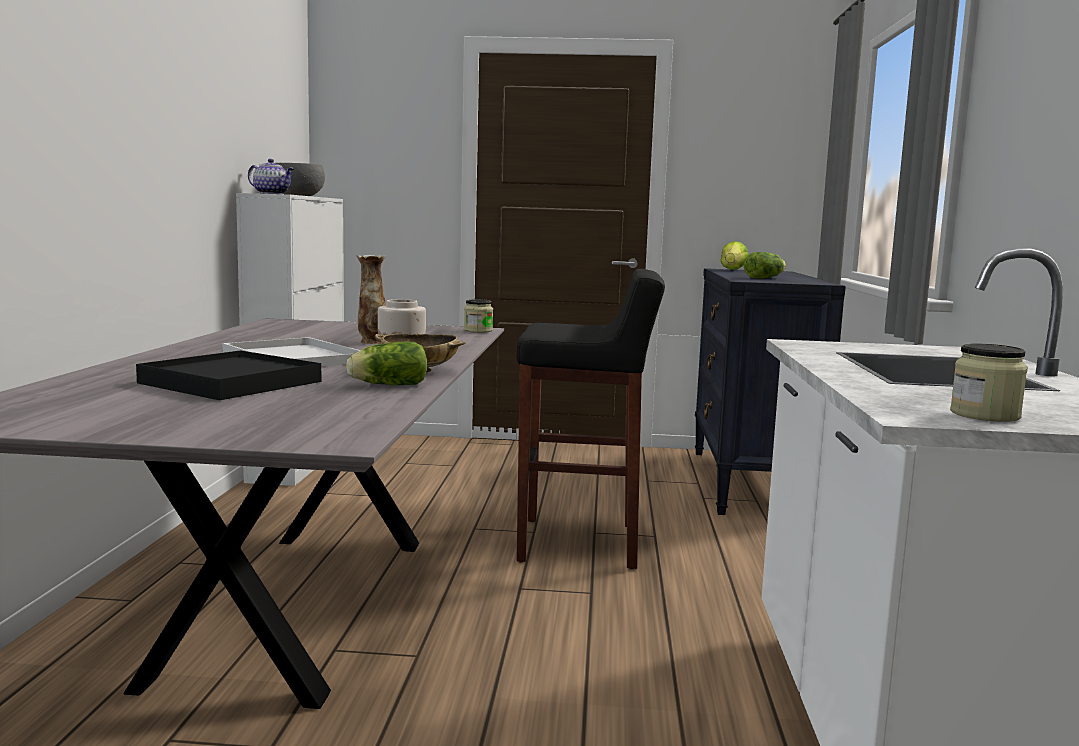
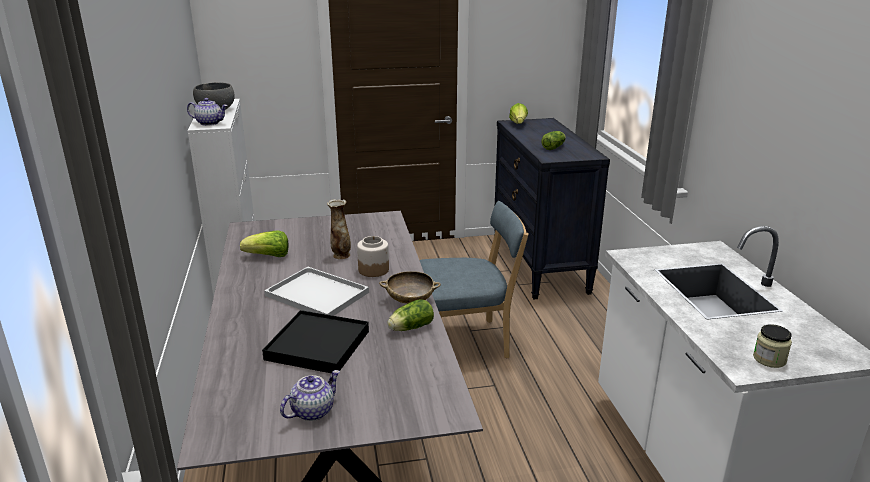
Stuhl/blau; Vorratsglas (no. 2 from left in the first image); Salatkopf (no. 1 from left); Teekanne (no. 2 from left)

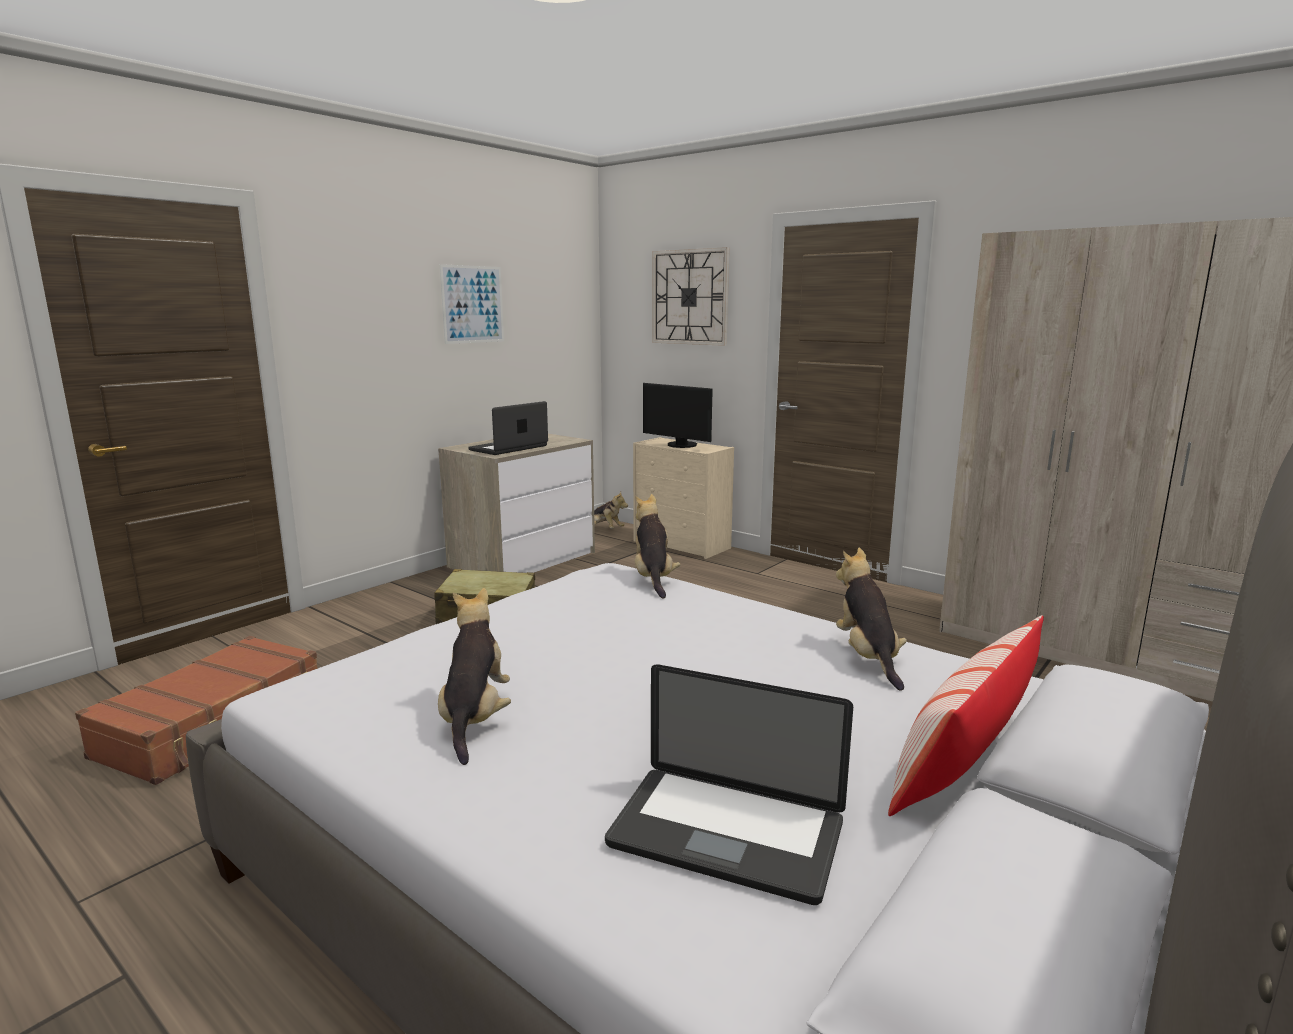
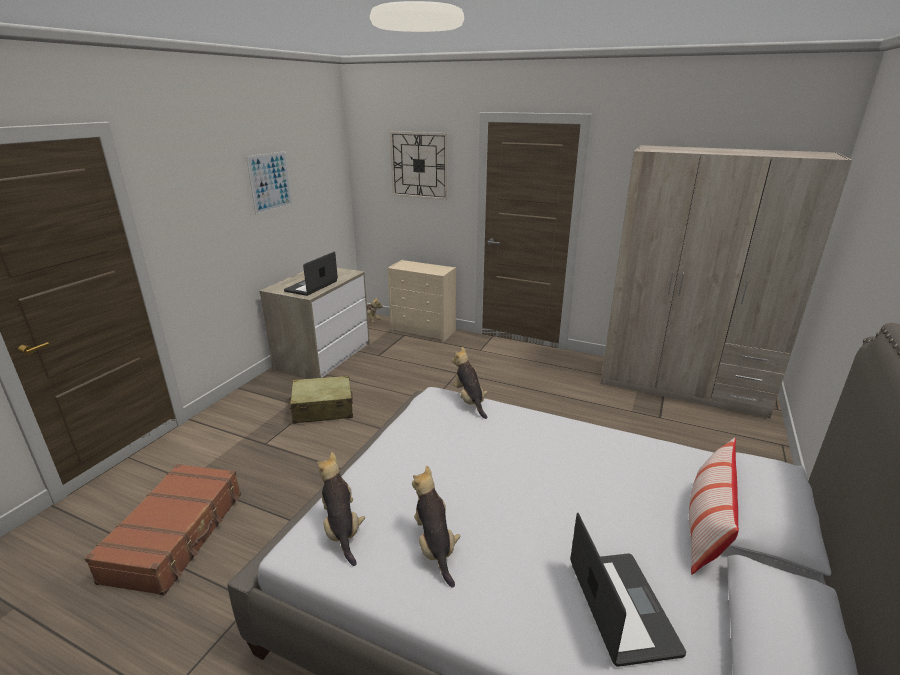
Monitor; Plüschtier (no. 1 from left); Laptop (no. 2 from left)

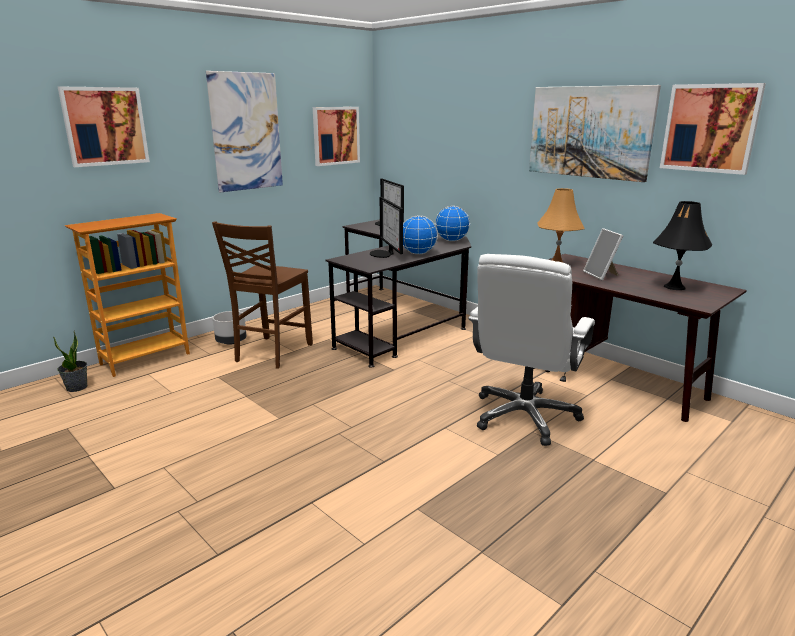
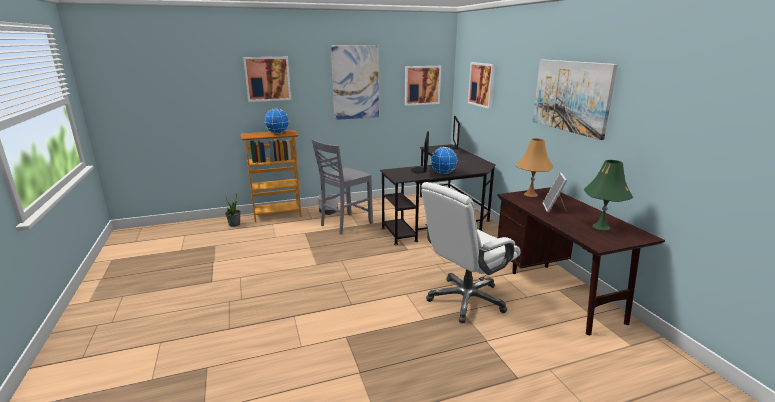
Bild (no. 4 from left); Tischlampe/grün; Globus (no. 1 from left); Stuhl/grau

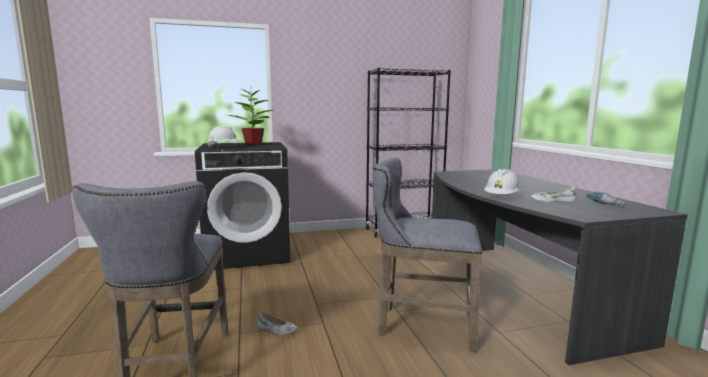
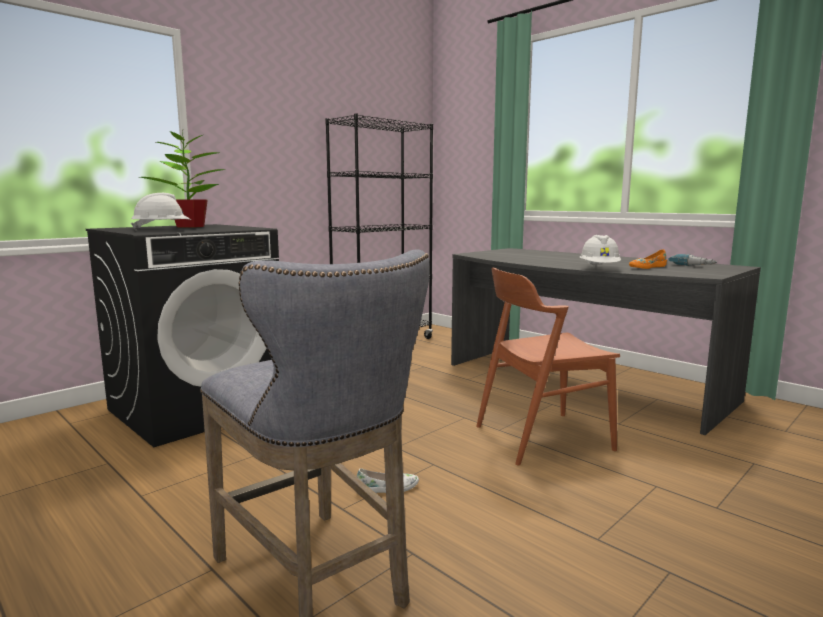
Stuhl/braun; Schuh/orange

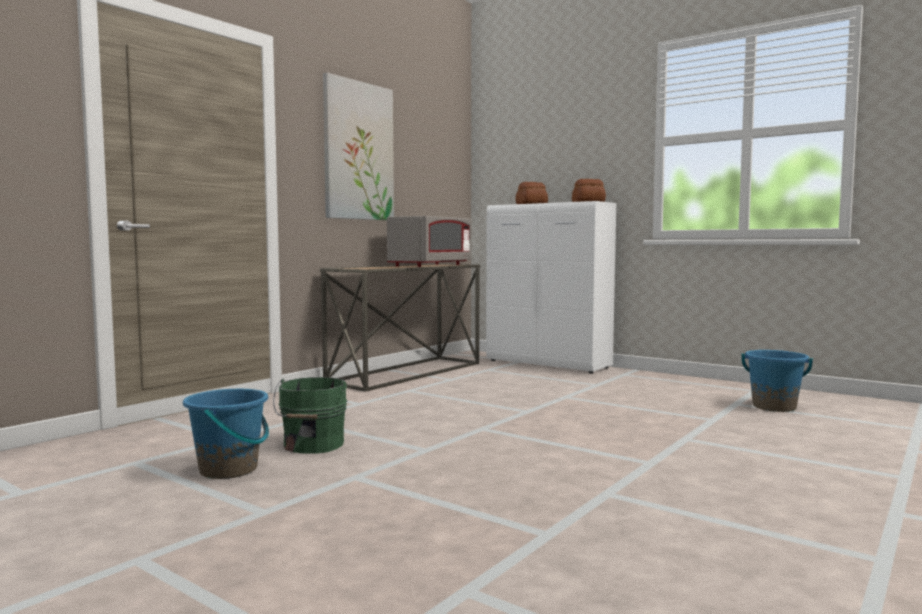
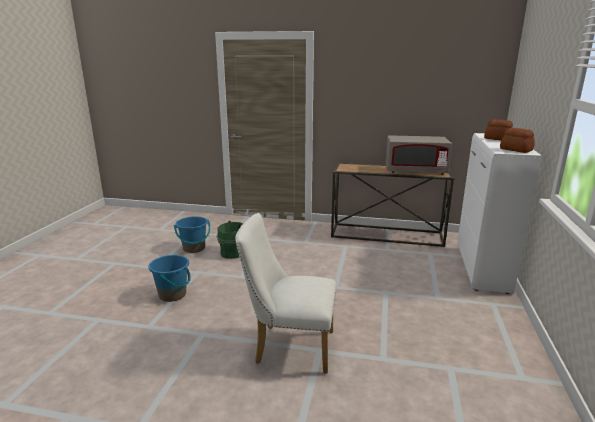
Bild; Eimer/blau (no. 1 from left); Stuhl/weiß

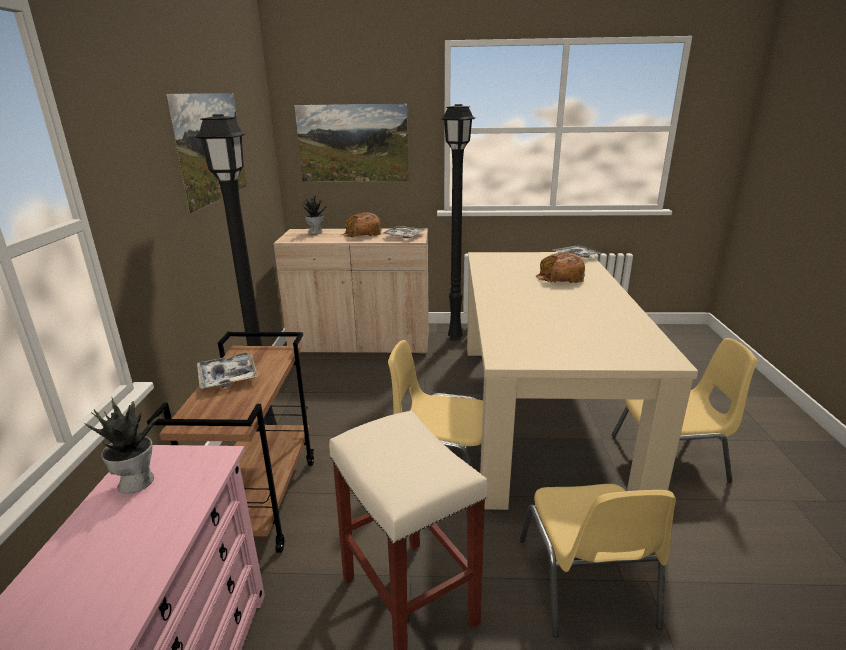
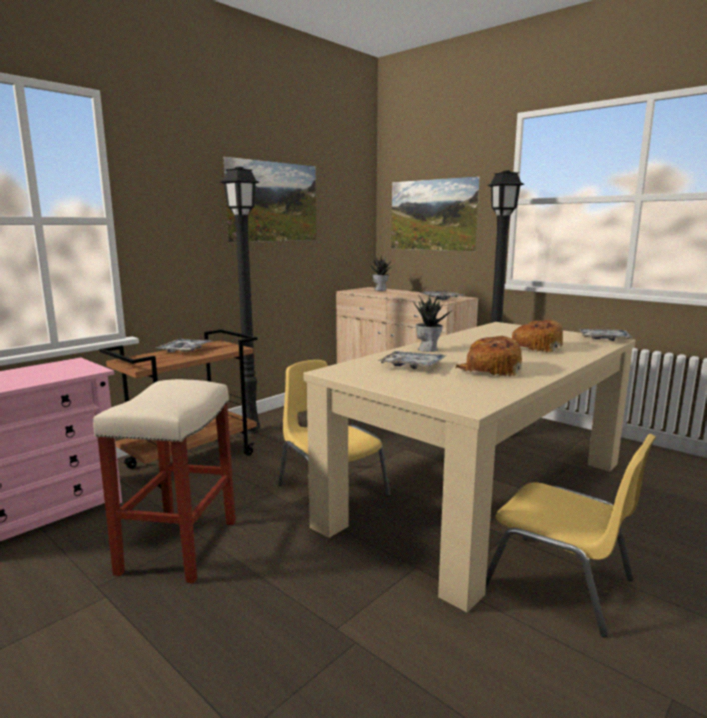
Brot (no. 1 from left); Topfpflanze (no. 2 from left); Stuhl/gelb (no. 2 from left in the first image); Tablett (no. 2 from left)

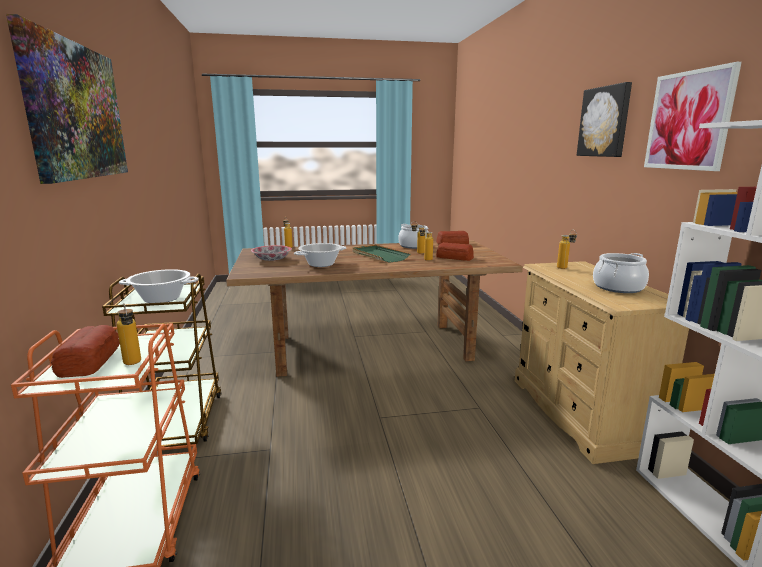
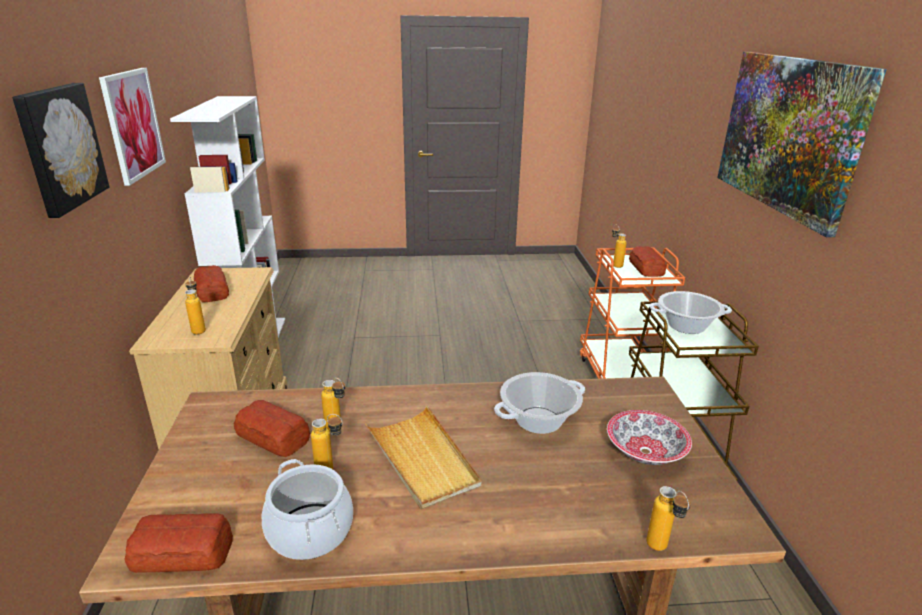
Tablett/beige; Brot (no. 2 from left)

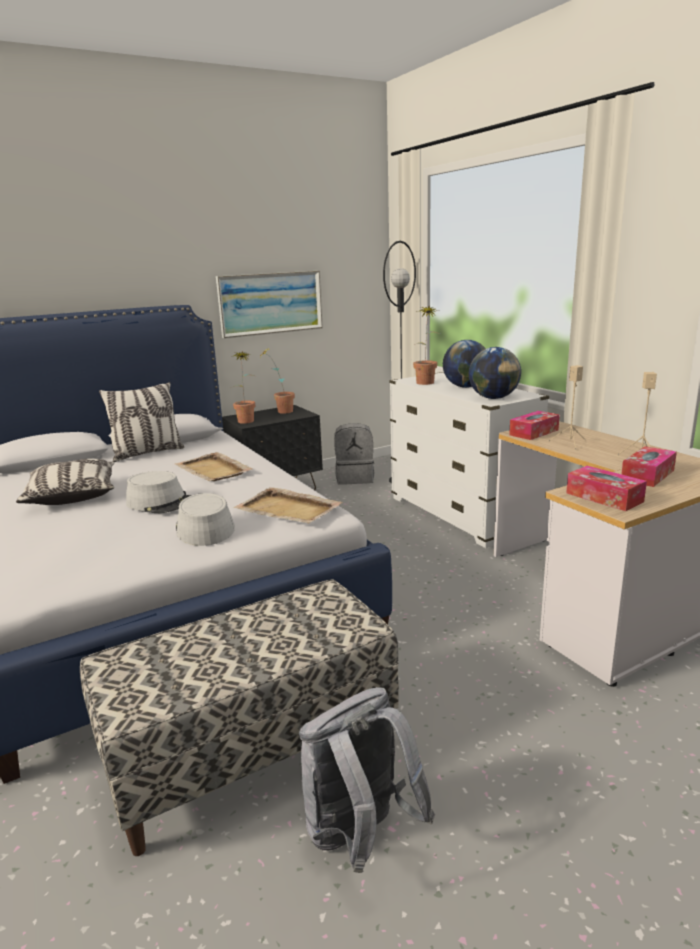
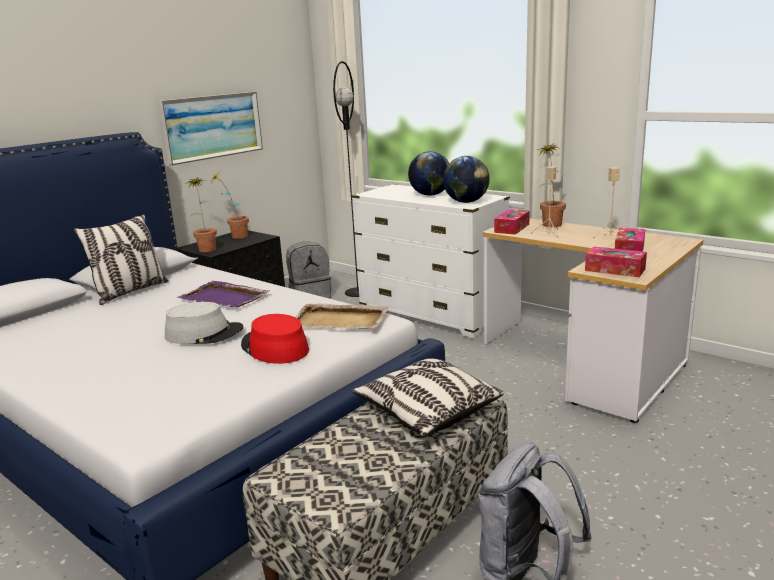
Topfpflanze (no. 3 from left); Tablett/lila; Kissen (no. 2 from left); Hut/rot

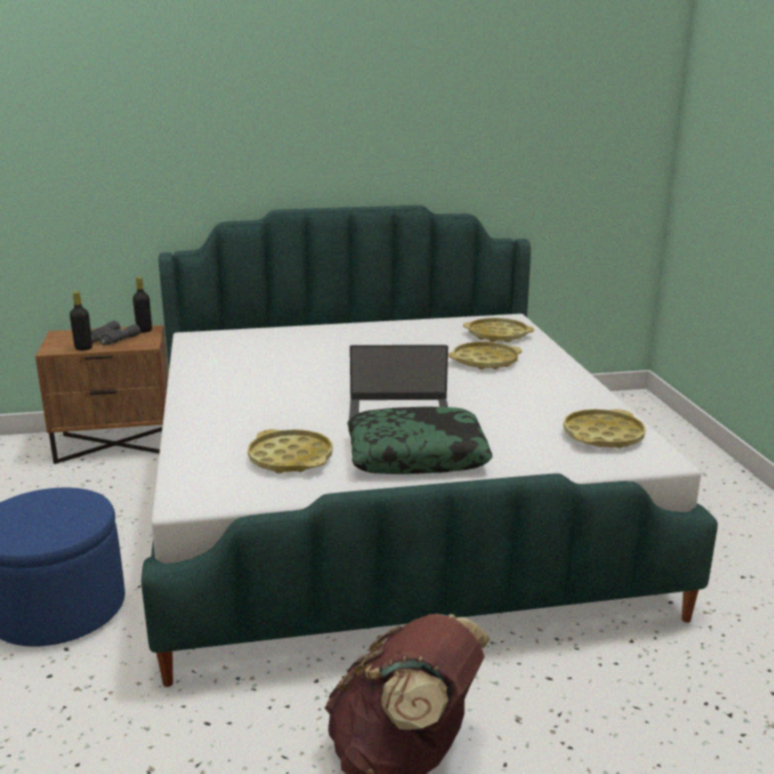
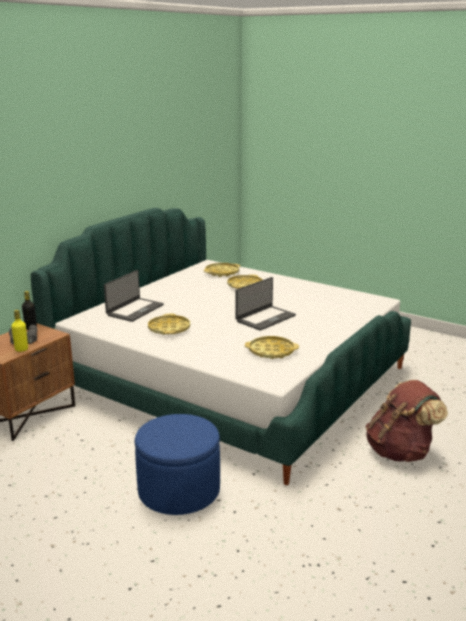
Flasche/gelb; Kissen; Tablett/gelb (no. 1 from left); Laptop (no. 1 from left)

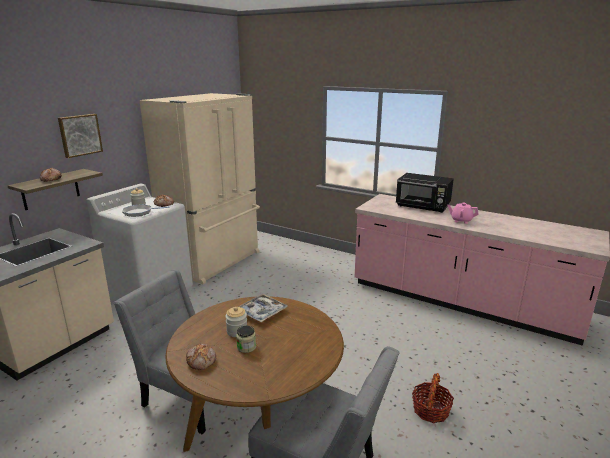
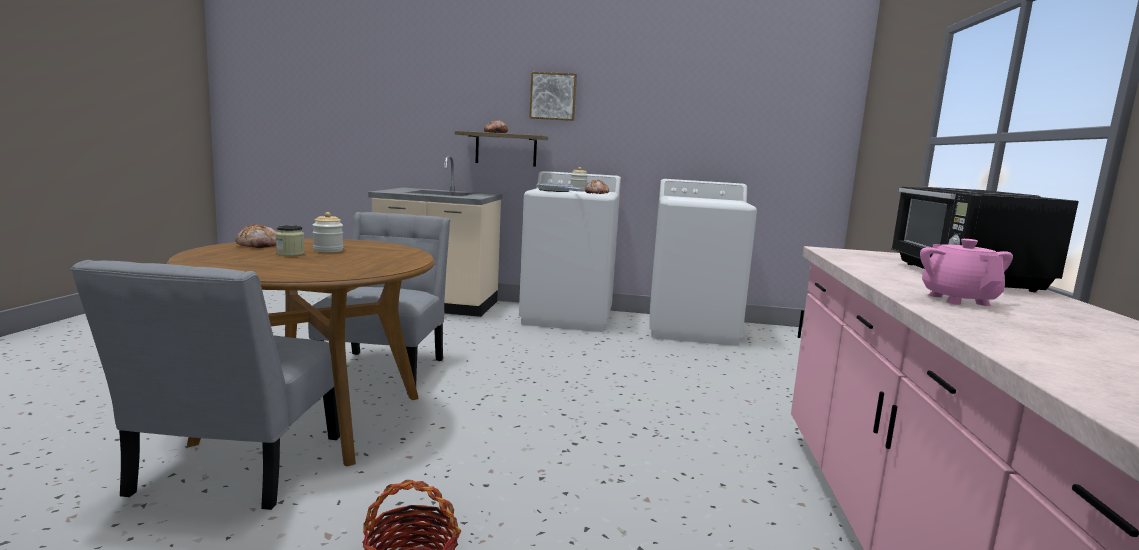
Waschmaschine/weiß (no. 2 from left); Tablett

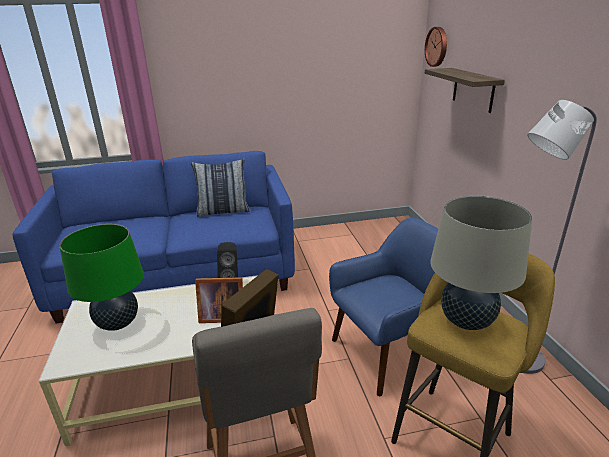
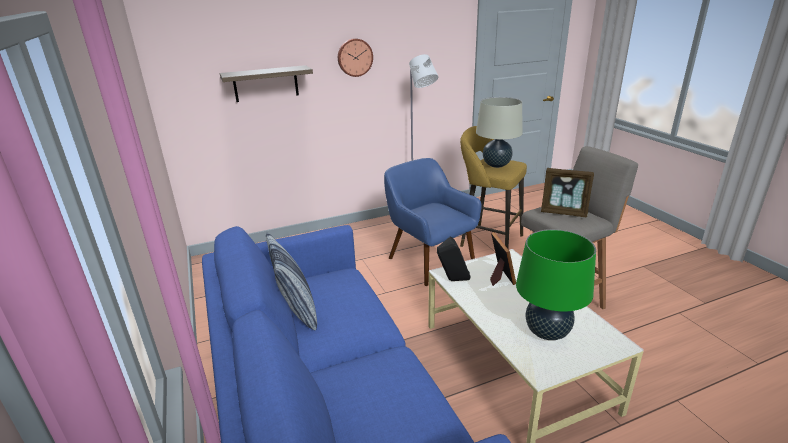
Wanduhr

